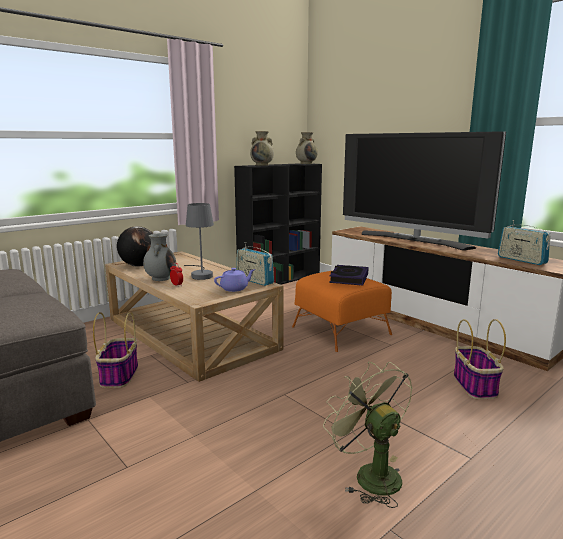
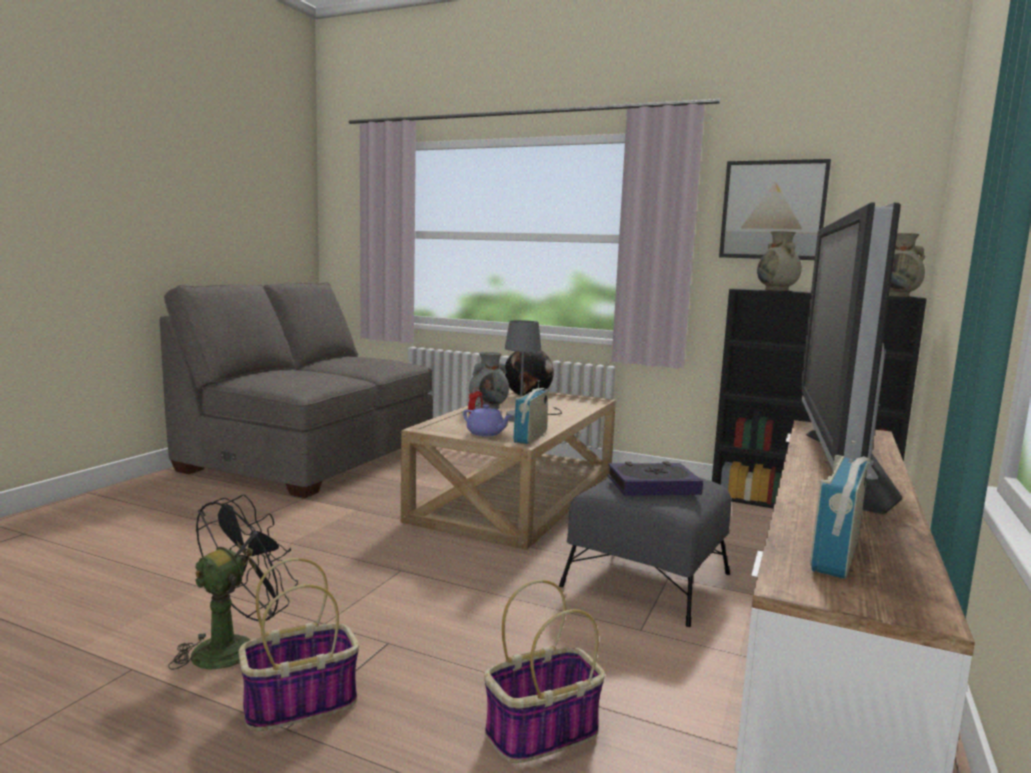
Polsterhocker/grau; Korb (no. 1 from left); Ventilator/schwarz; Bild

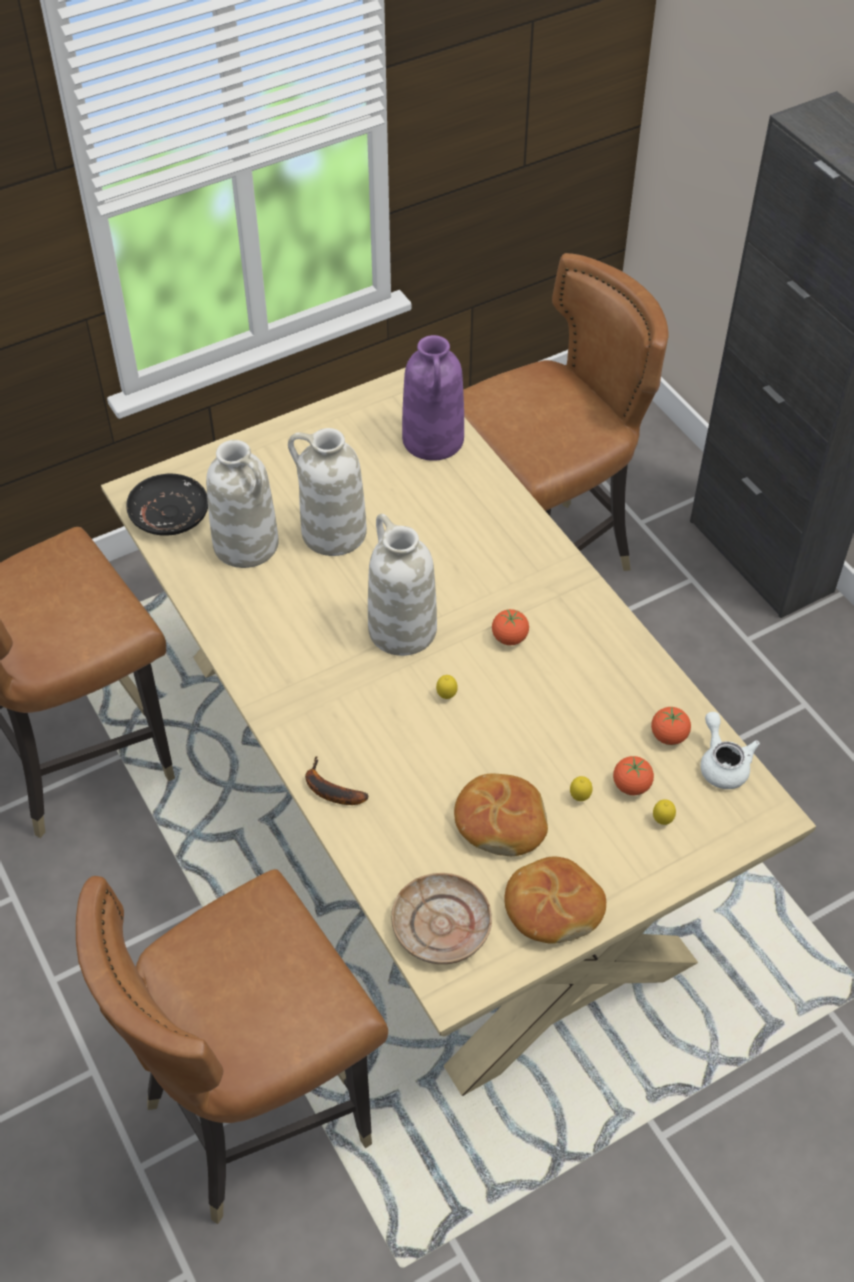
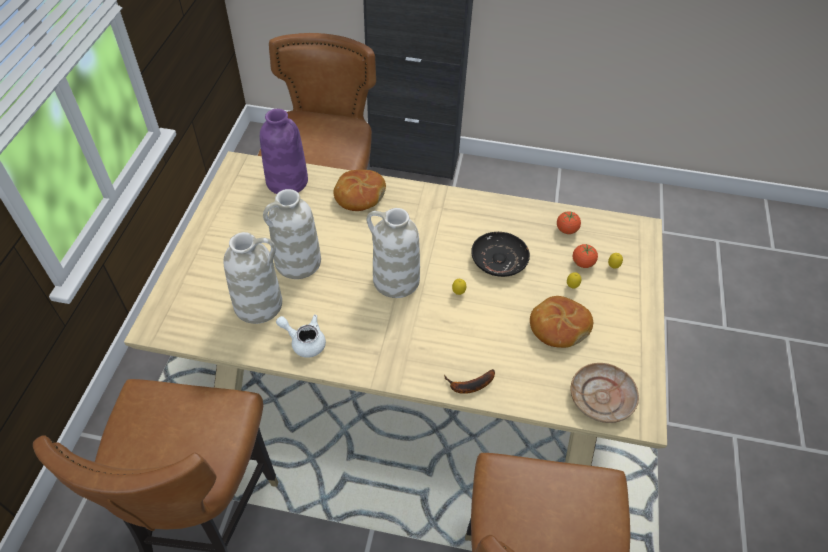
Teller/schwarz; Tomate (no. 1 from left in the first image); Teekanne/weiß; Brot (no. 1 from left)

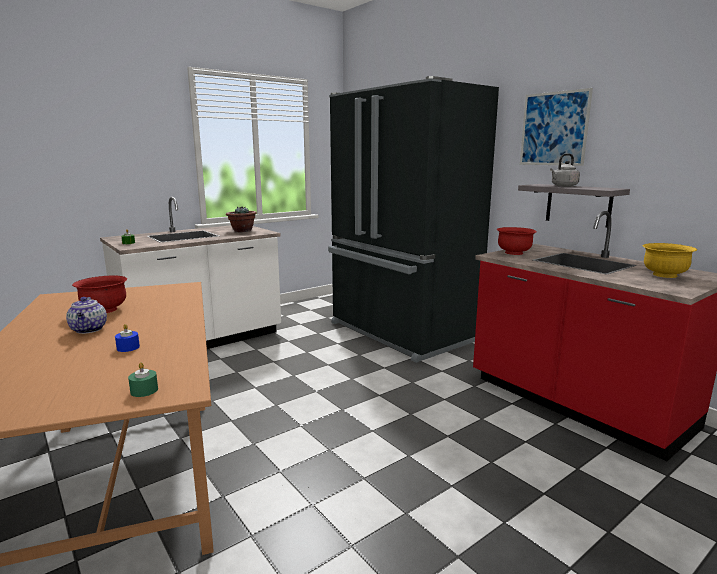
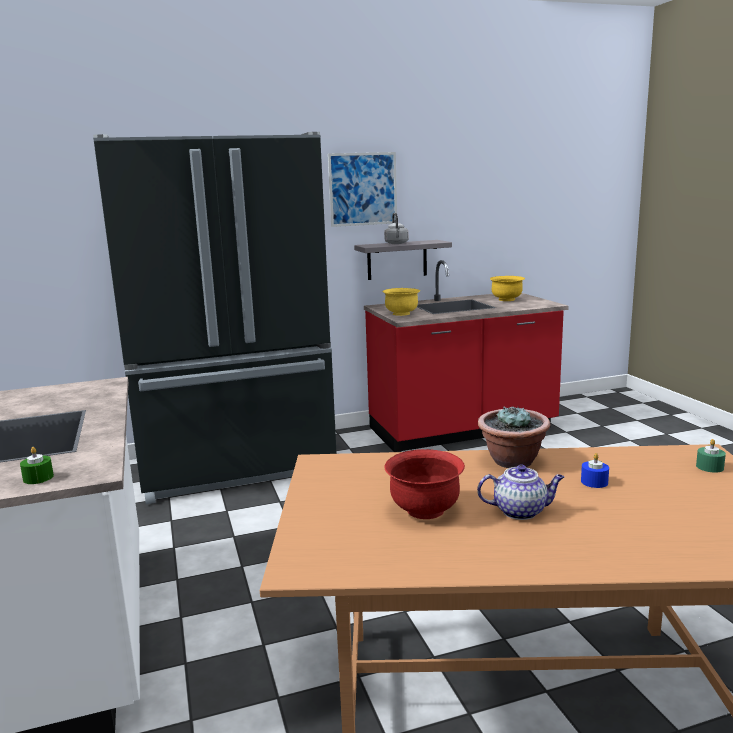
Topfpflanze; Schüssel/gelb (no. 1 from left)

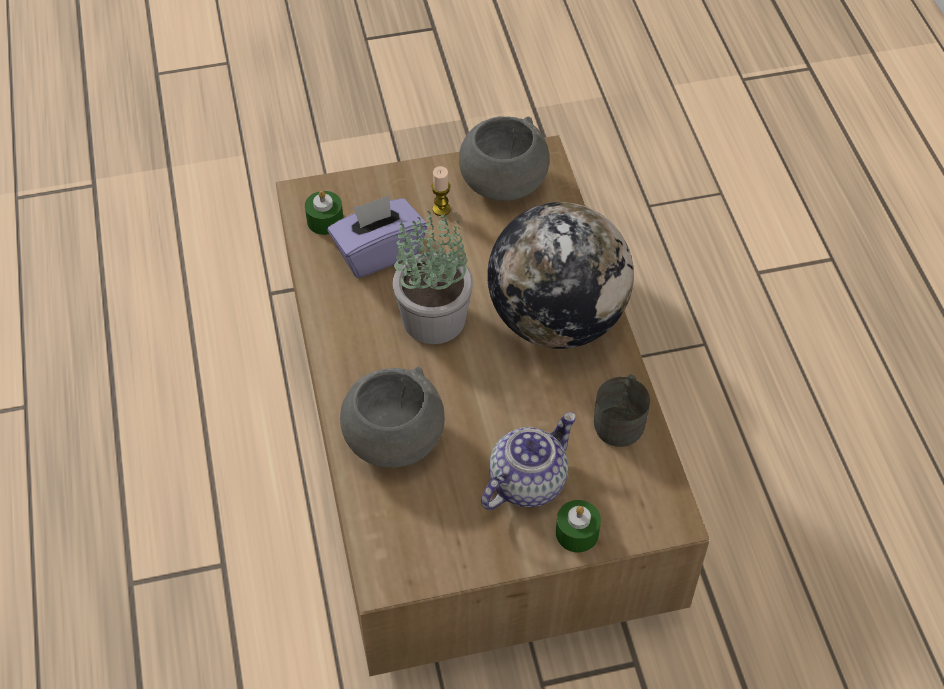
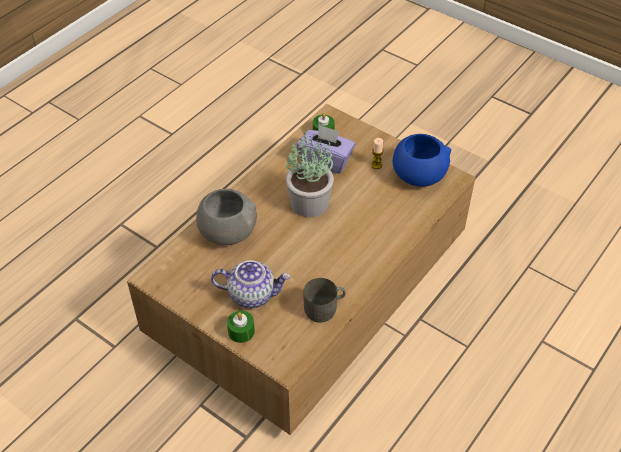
Schüssel/blau; Globus

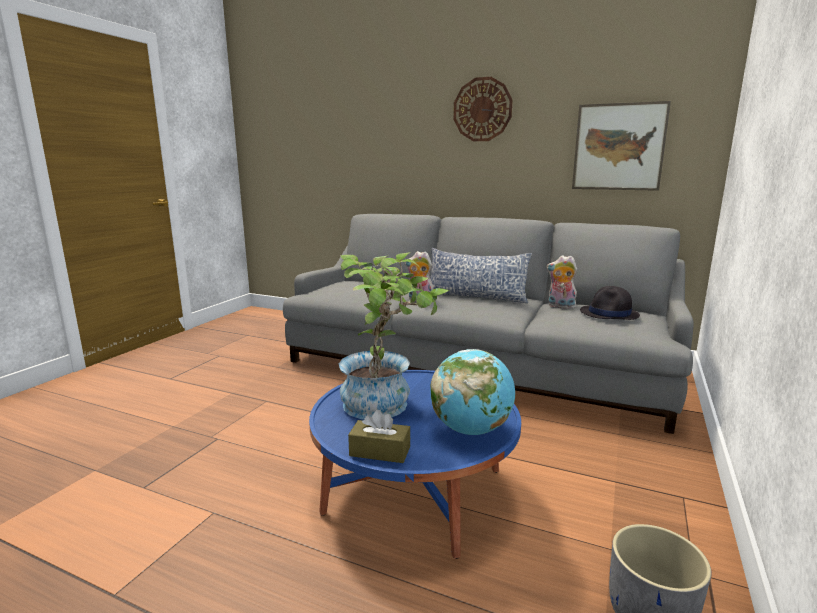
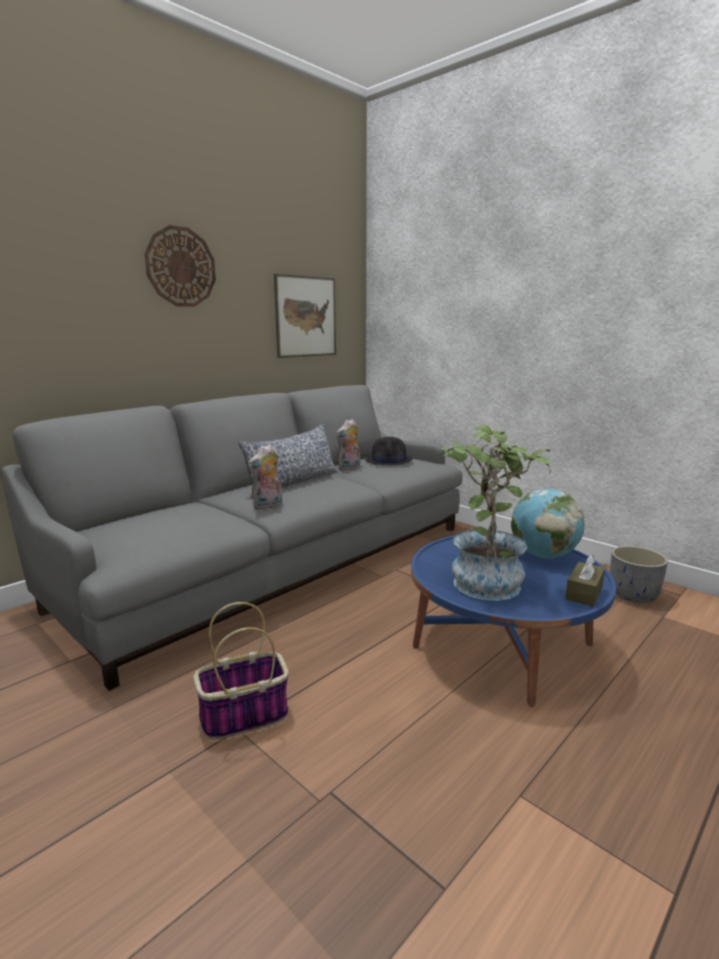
Korb

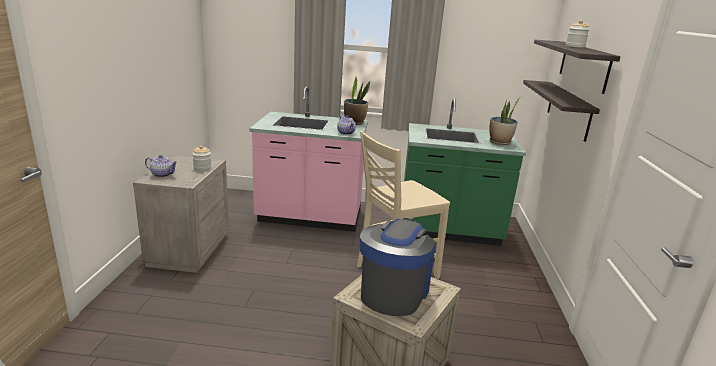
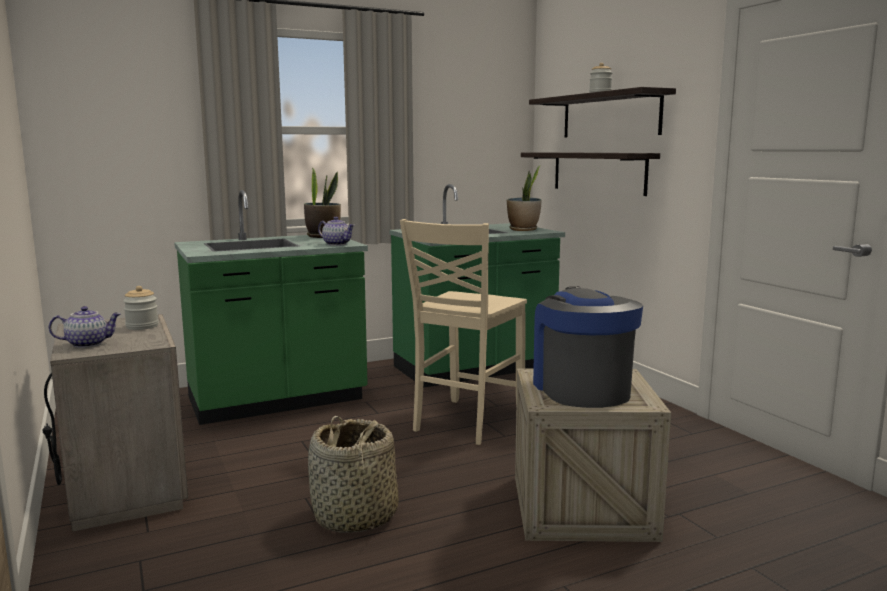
Küchenzeile/grün (no. 1 from left); Korb

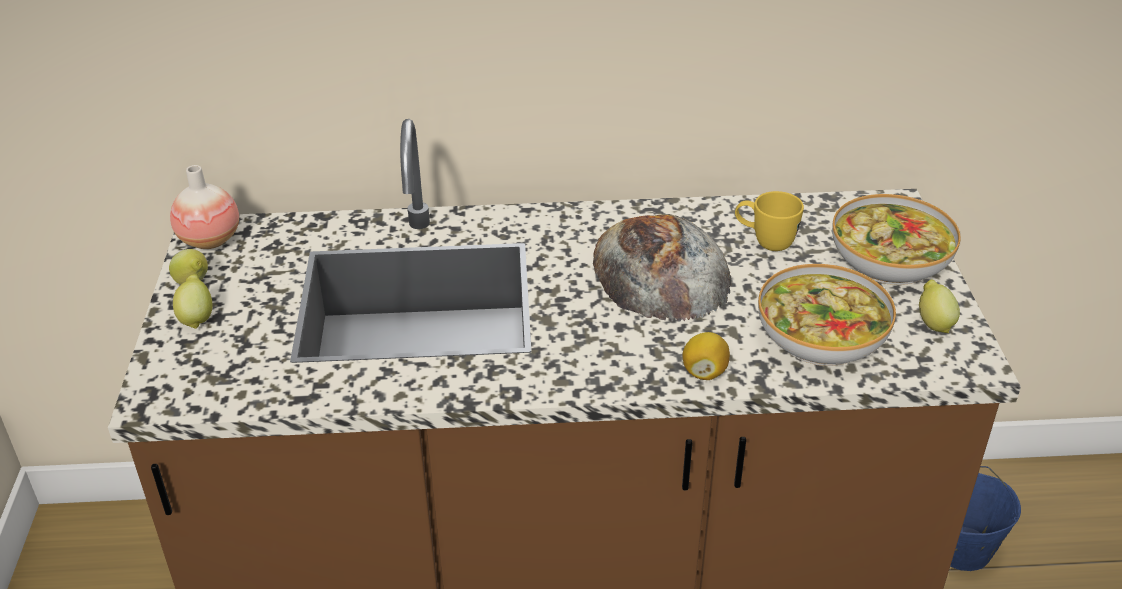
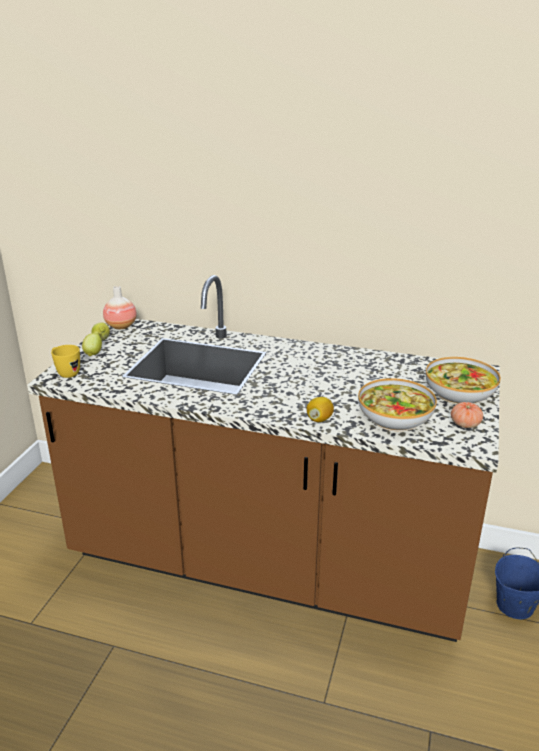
Henkelbecher/gelb; Brot; Tomate

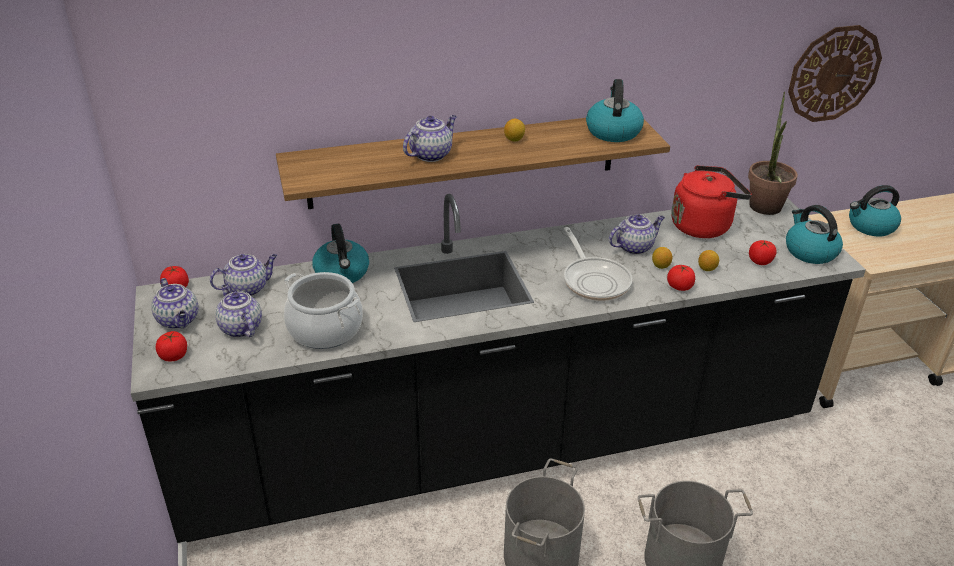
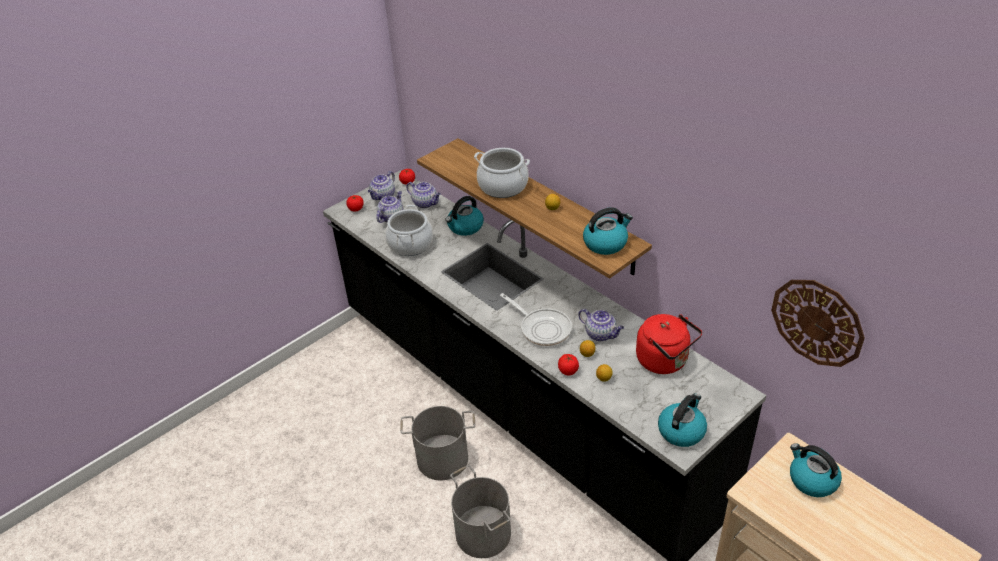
Topfpflanze; Kochtopf (no. 2 from left); Pfanne; Tomate (no. 4 from left in the first image)

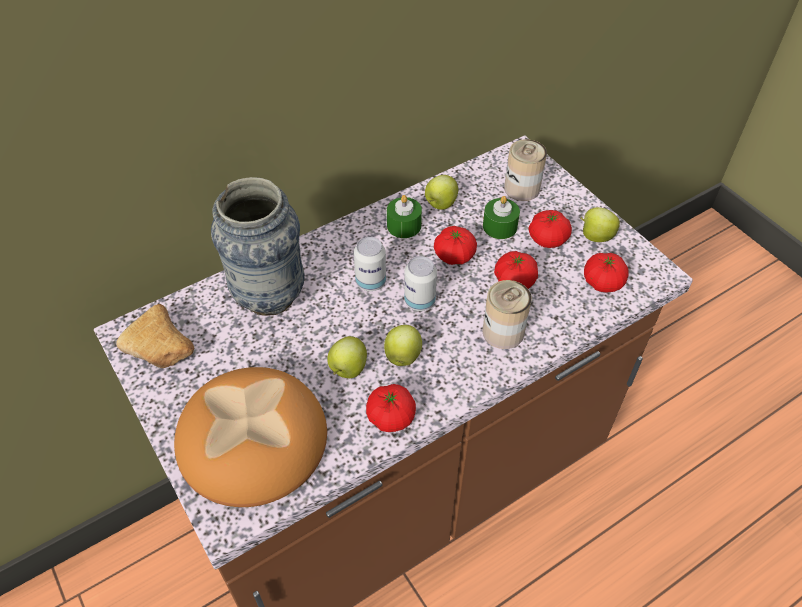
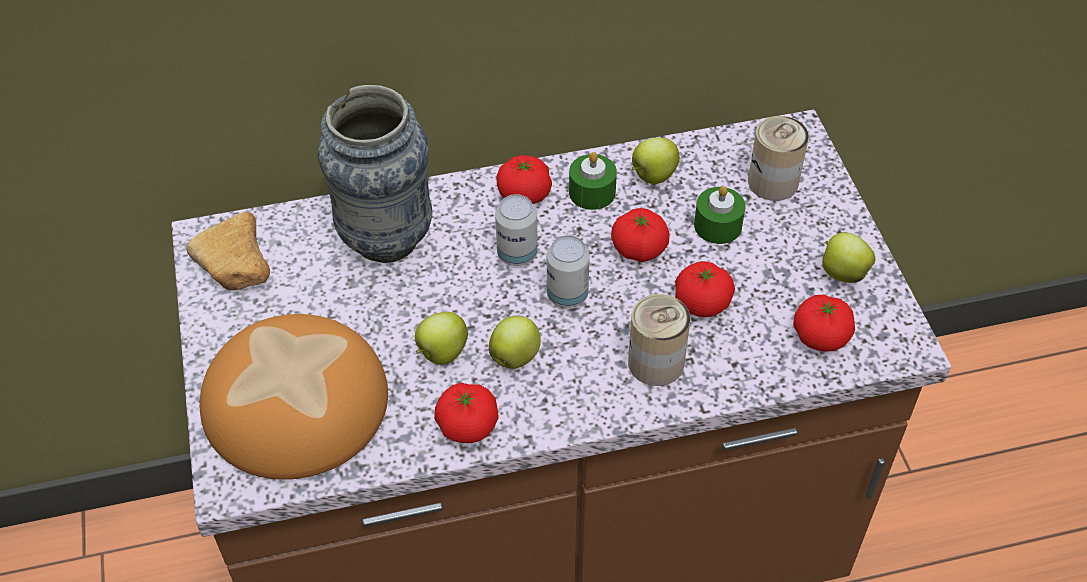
Tomate (no. 2 from left)

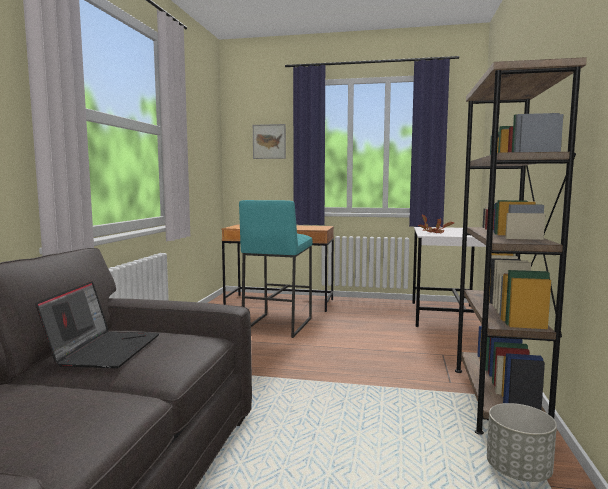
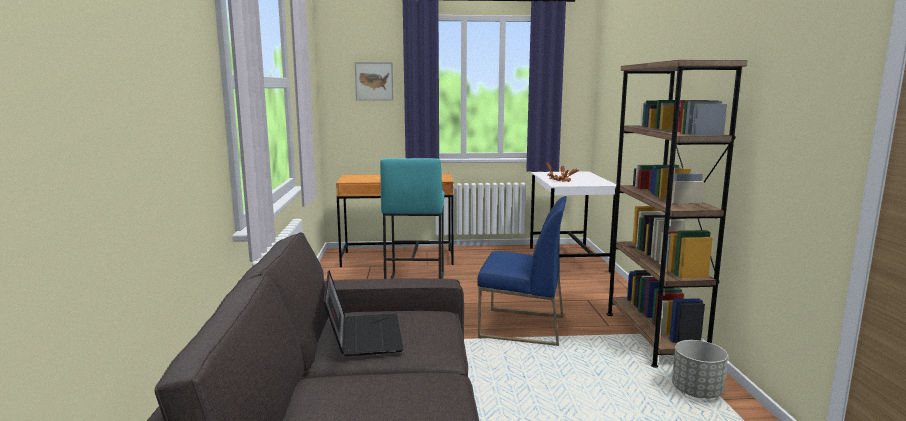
Stuhl/blau

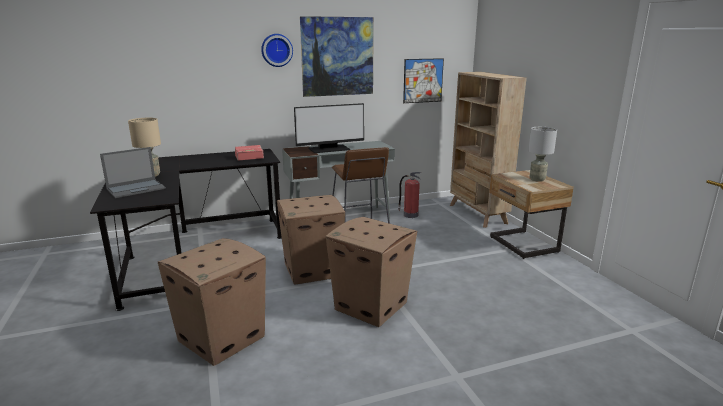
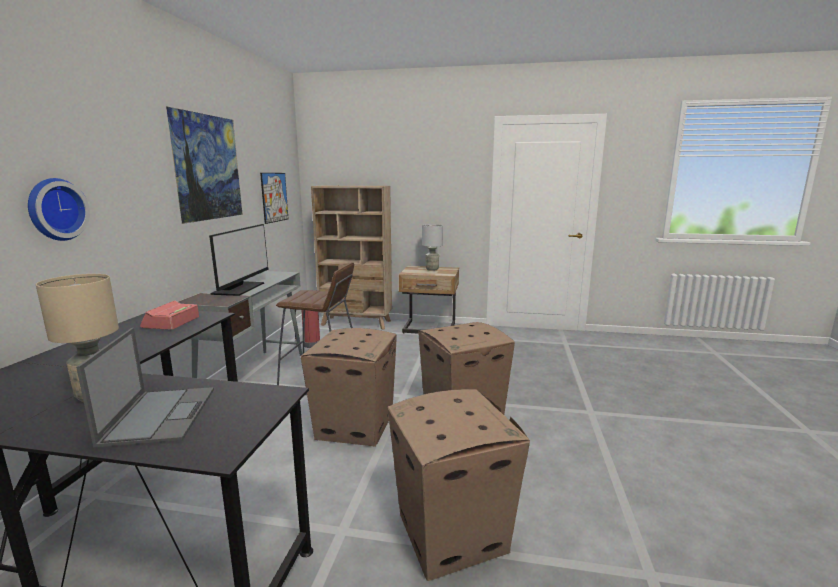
Wanduhr

